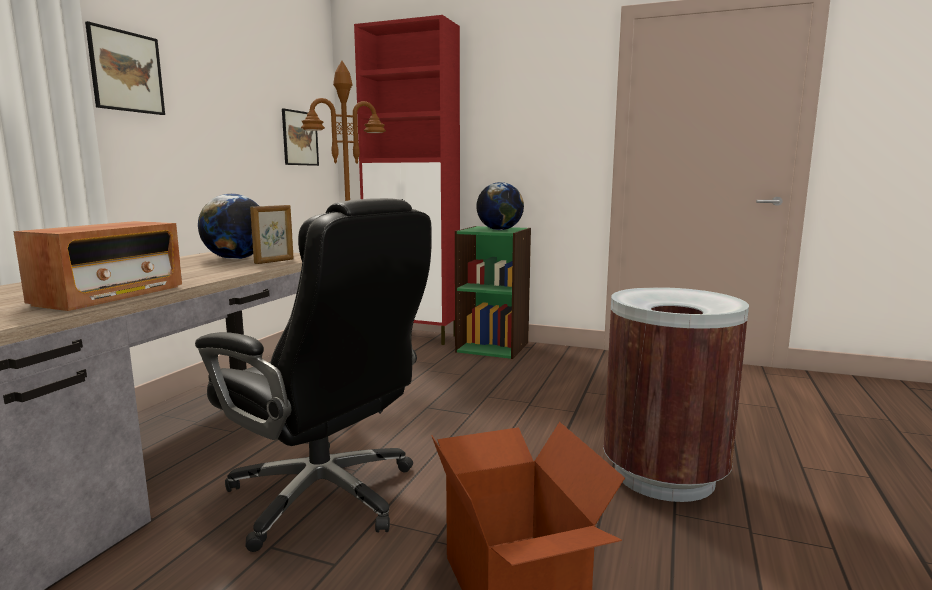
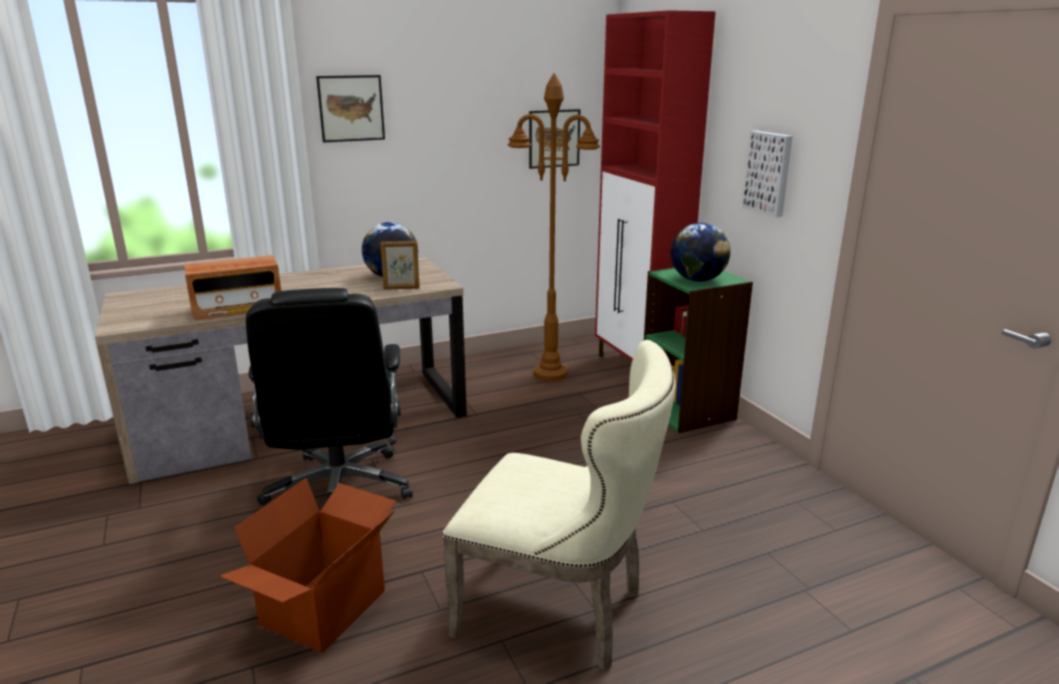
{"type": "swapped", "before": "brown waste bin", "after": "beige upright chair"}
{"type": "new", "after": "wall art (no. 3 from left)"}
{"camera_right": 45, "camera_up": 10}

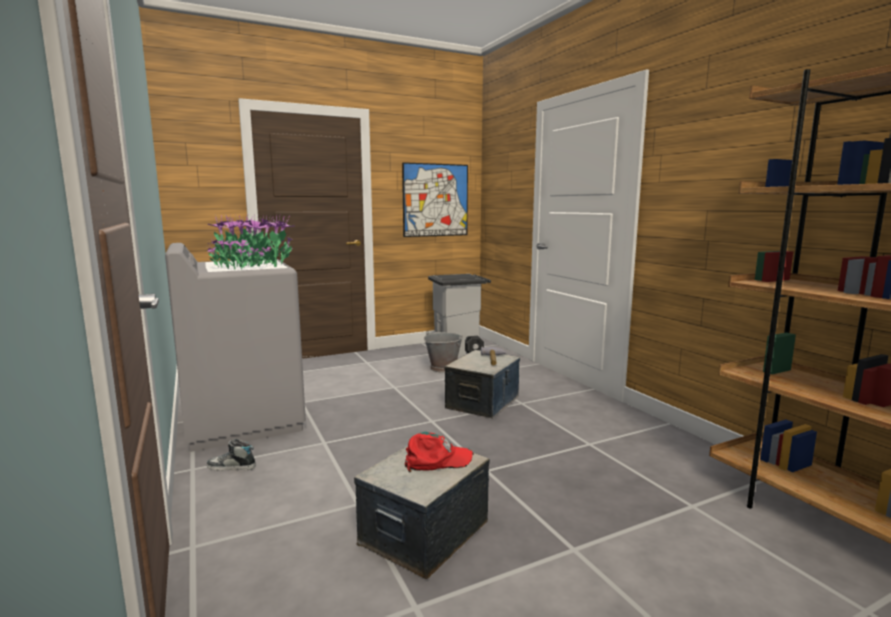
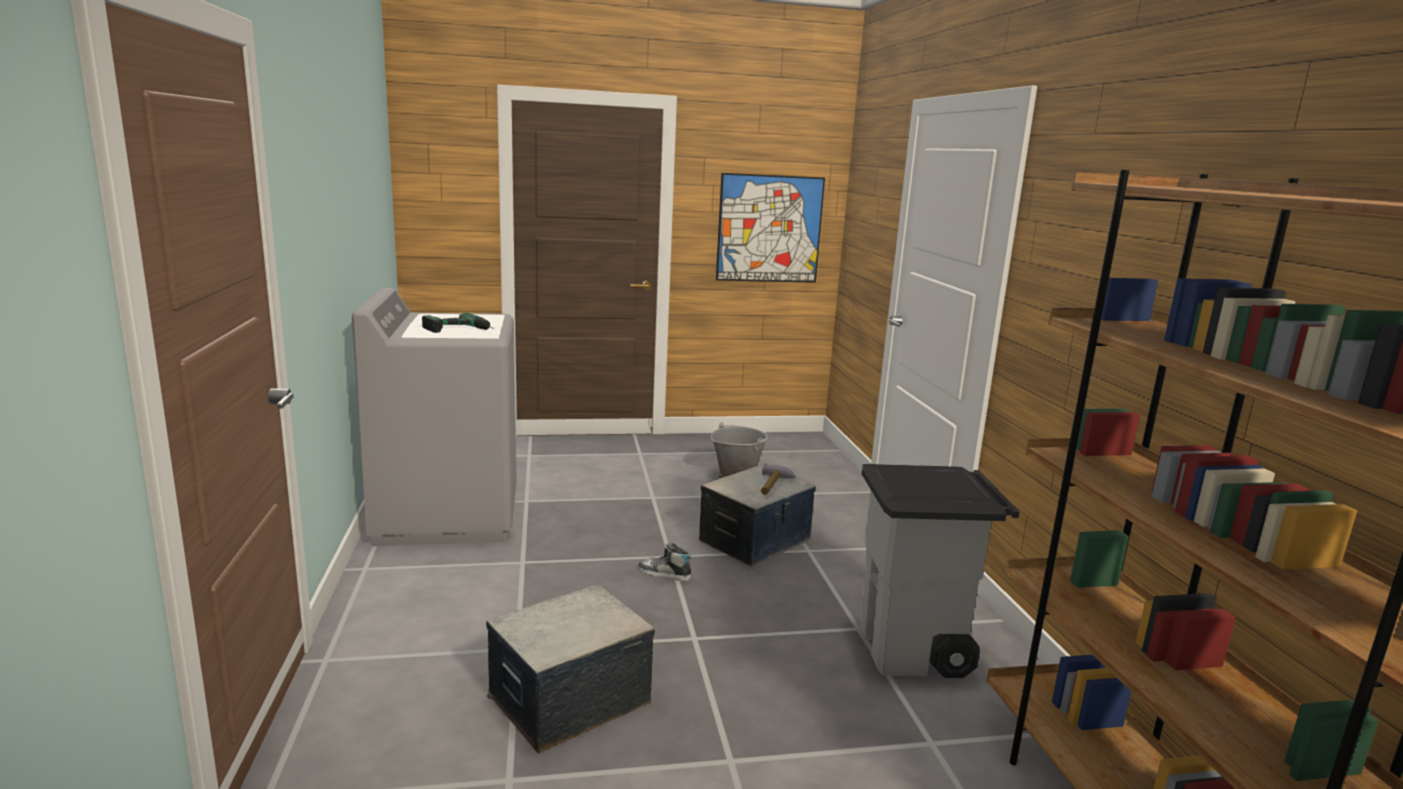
{"type": "swapped", "before": "potted plant", "after": "electric drill"}
{"type": "shifted", "before": "item of footwear"}
{"type": "shifted", "before": "greyish waste bin"}
{"type": "gone", "before": "red-coloured baseball cap"}
{"camera_right": 15, "camera_up": 5}

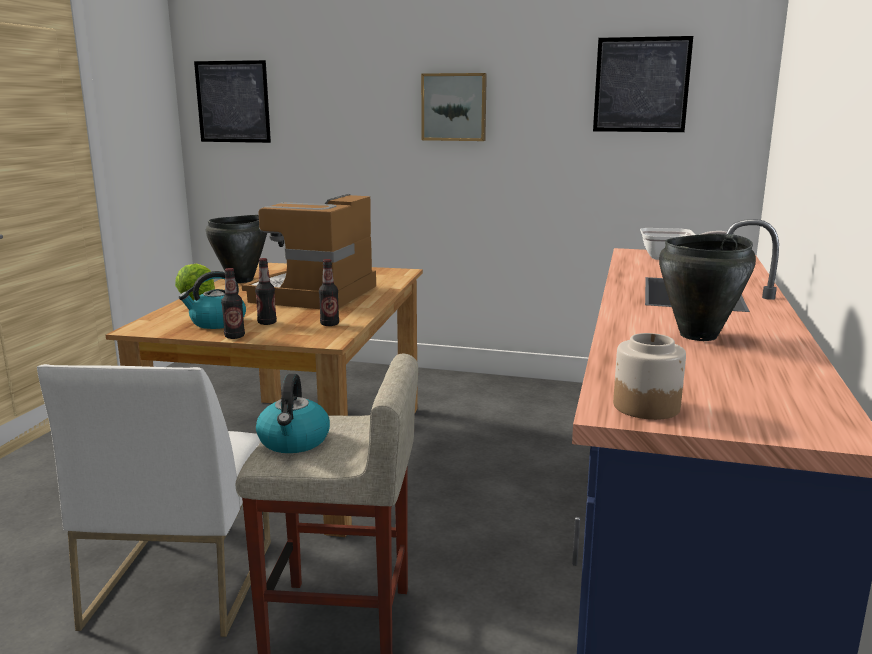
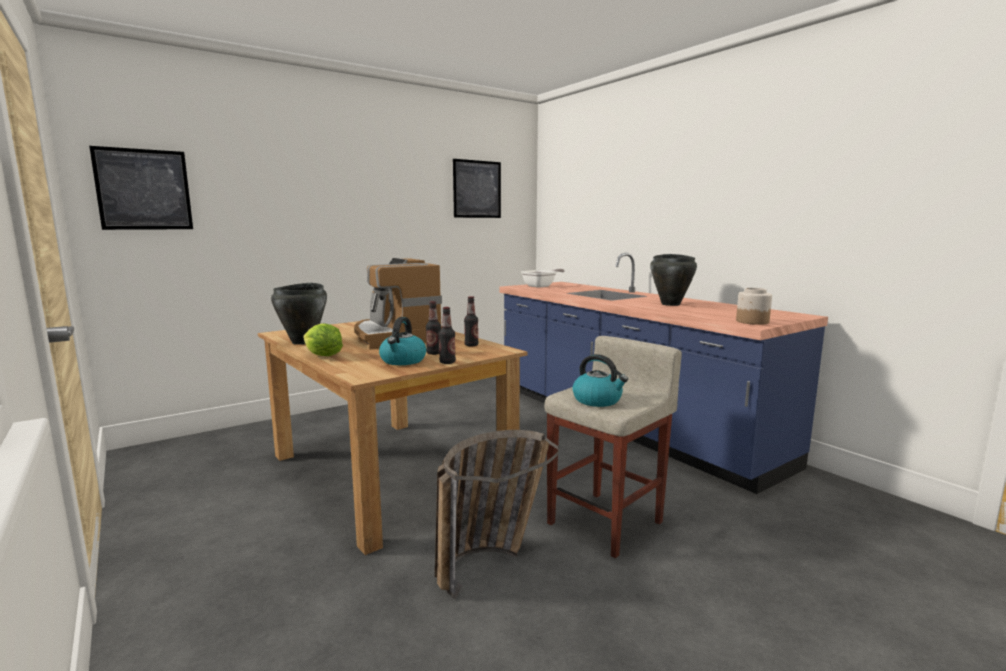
{"type": "swapped", "before": "white upright chair", "after": "basket"}
{"type": "gone", "before": "wall art (no. 2 from left)"}
{"camera_right": -50, "camera_up": -5}

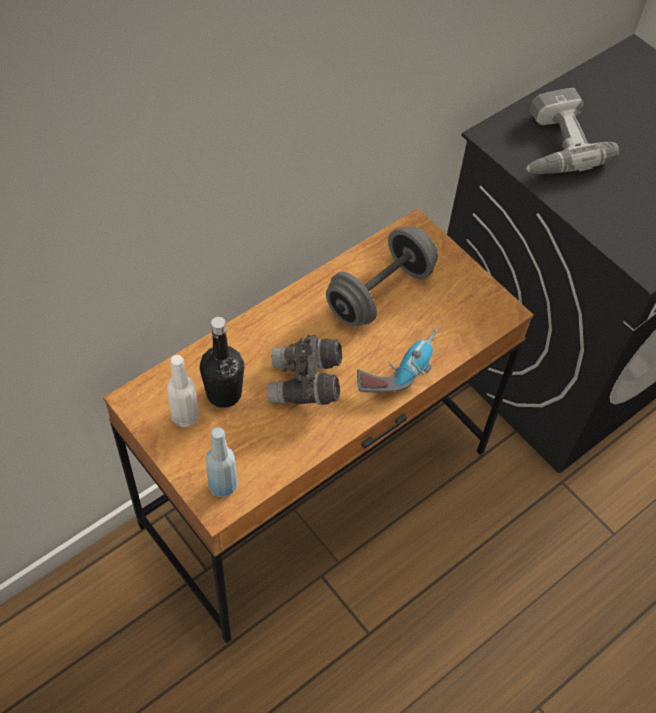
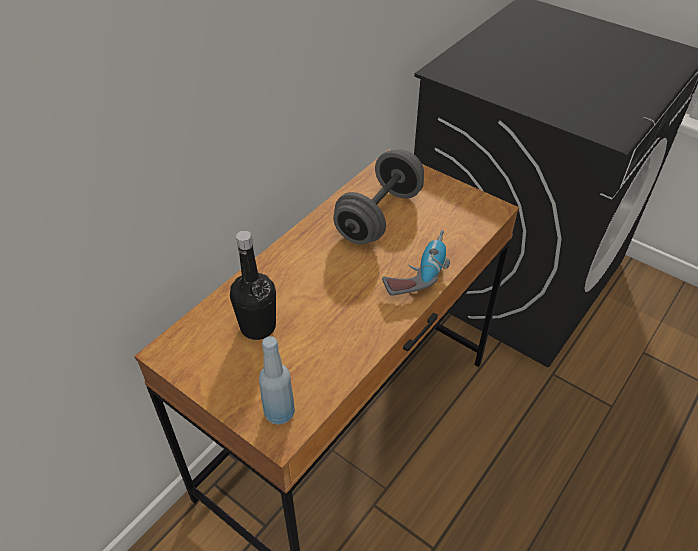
{"type": "gone", "before": "white beverage bottle"}
{"type": "gone", "before": "greyish pair of binoculars"}
{"type": "gone", "before": "electric drill (no. 2 from left)"}
{"camera_right": -10, "camera_up": -10}

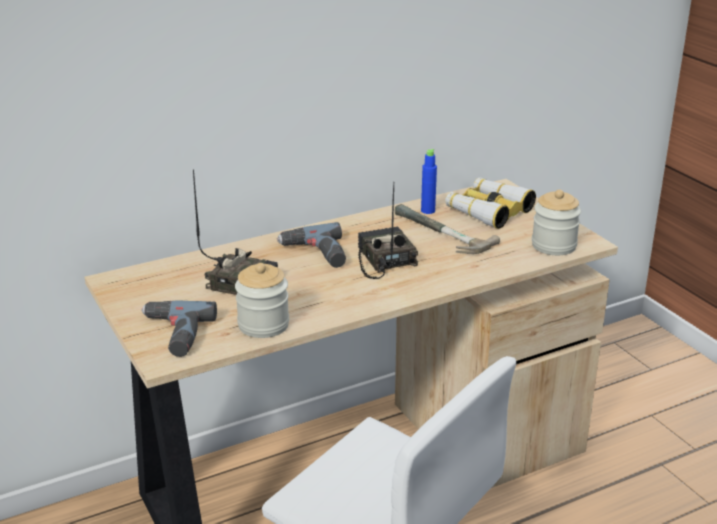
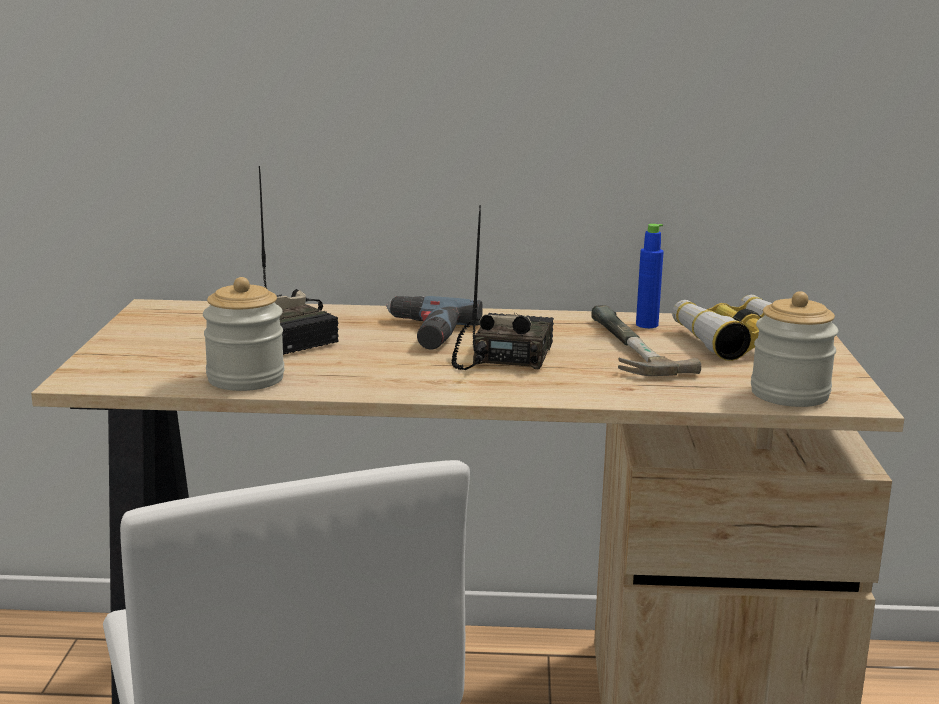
{"type": "gone", "before": "electric drill (no. 1 from left)"}
{"camera_right": 30, "camera_up": -10}

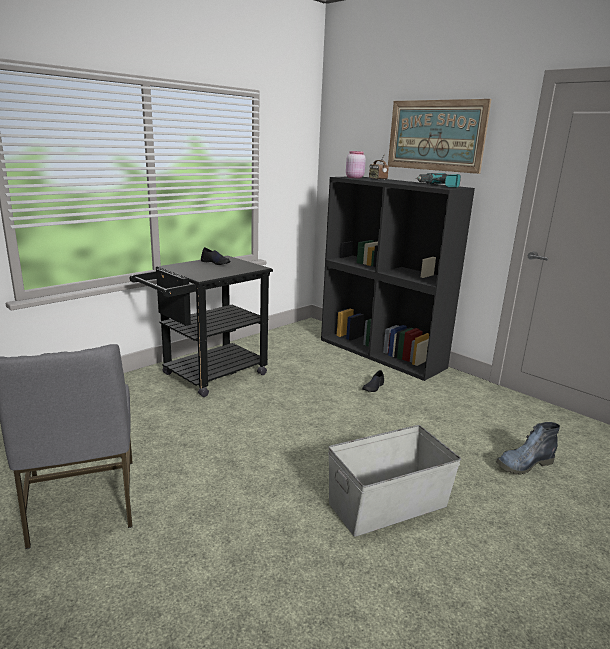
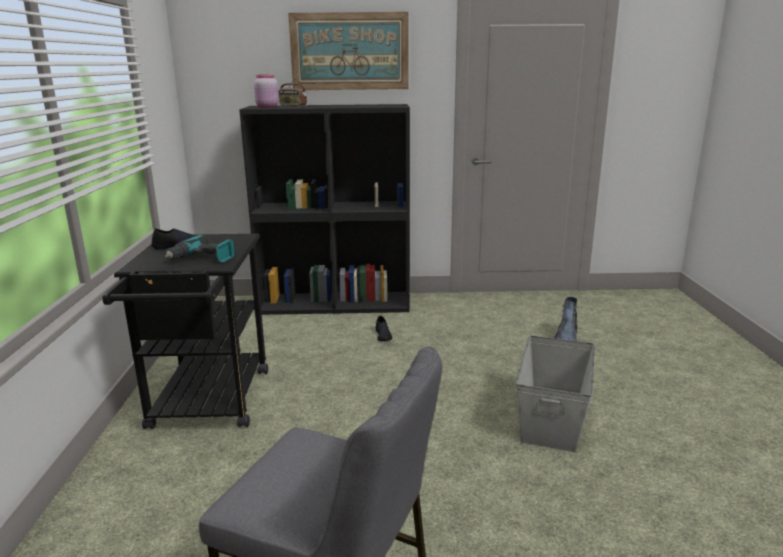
{"type": "shifted", "before": "electric drill"}
{"camera_right": -45, "camera_up": 0}

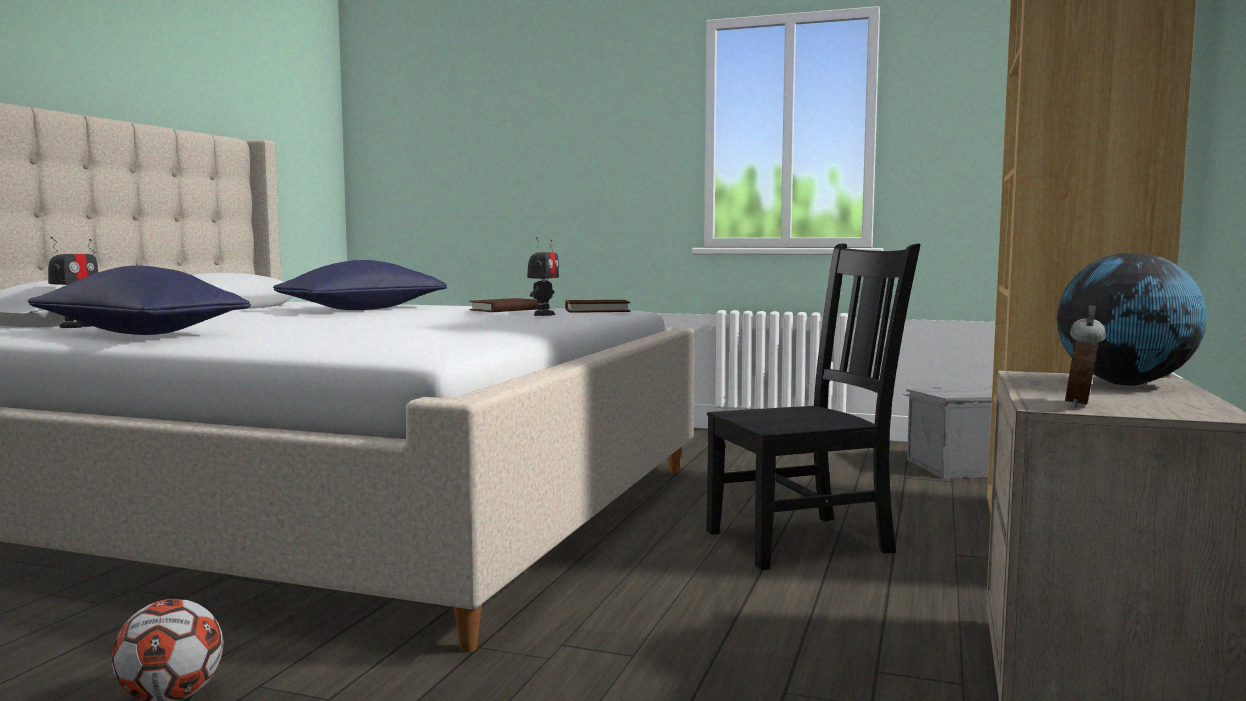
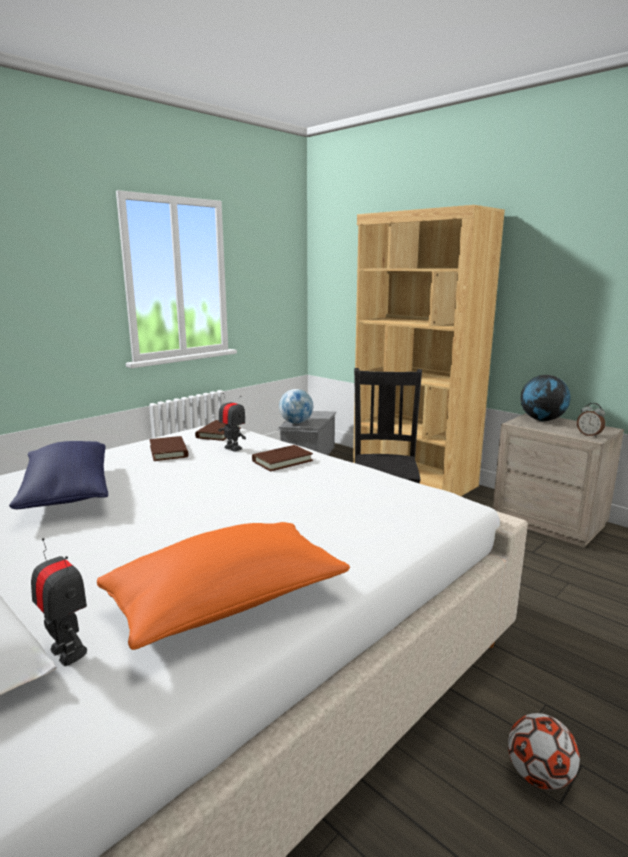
{"type": "repainted", "before": "bluish throw pillow (no. 1 from left)", "after": "orangey throw pillow"}
{"type": "new", "after": "brown bound book (no. 3 from left)"}
{"type": "new", "after": "world globe (no. 1 from left)"}
{"camera_right": -65, "camera_up": 10}

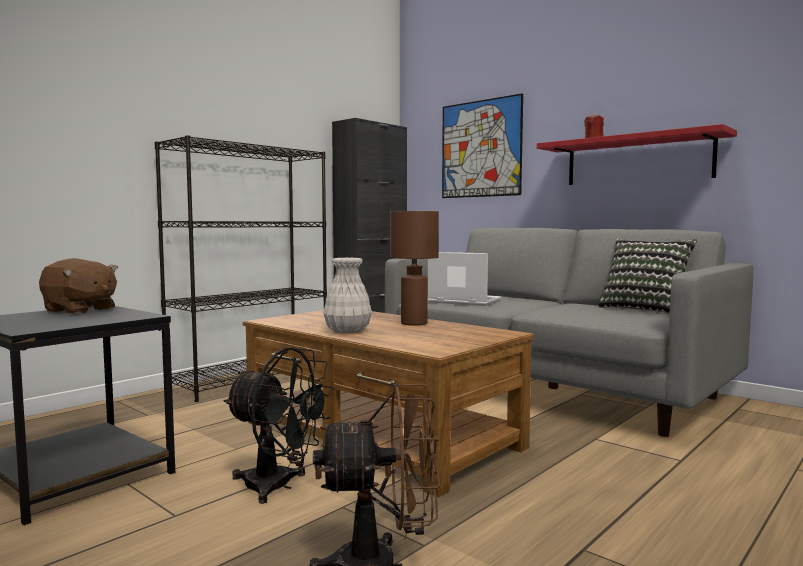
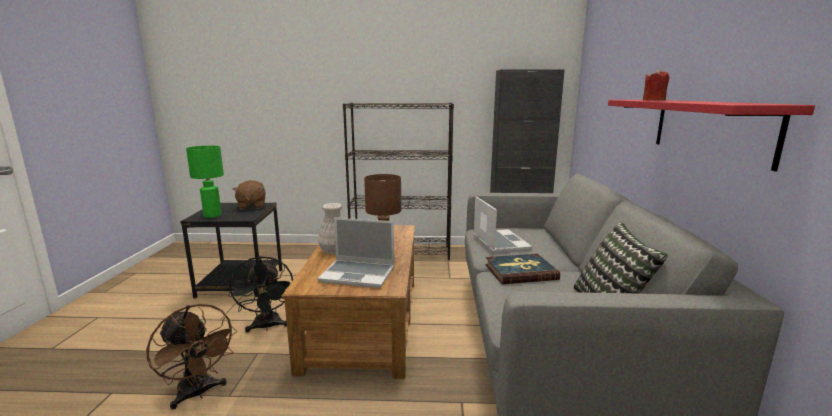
{"type": "new", "after": "greenish lamp for a table"}
{"type": "new", "after": "portable computer (no. 1 from left)"}
{"type": "new", "after": "bound book"}
{"type": "gone", "before": "wall art"}
{"camera_right": 50, "camera_up": 10}

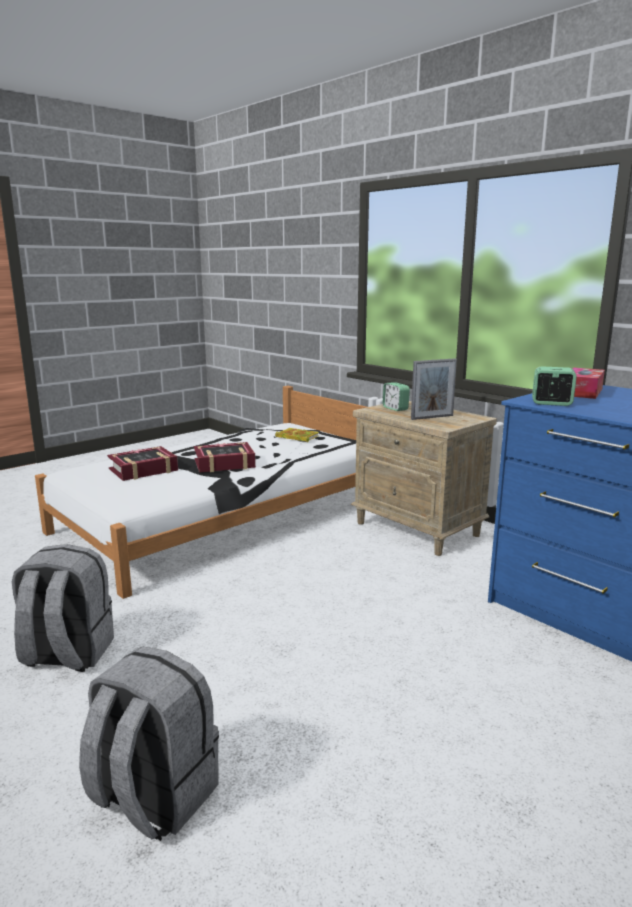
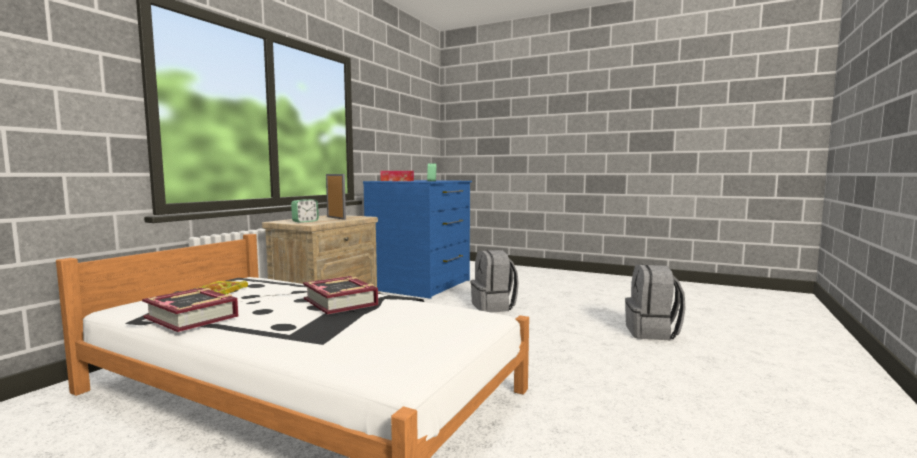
{"type": "shifted", "before": "bound book (no. 1 from left)"}
{"type": "shifted", "before": "greyish knapsack (no. 1 from left)"}
{"camera_right": -110, "camera_up": -10}

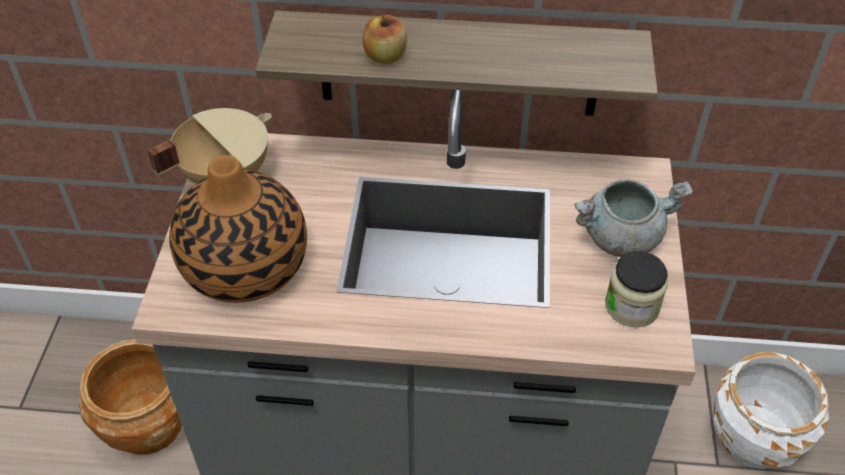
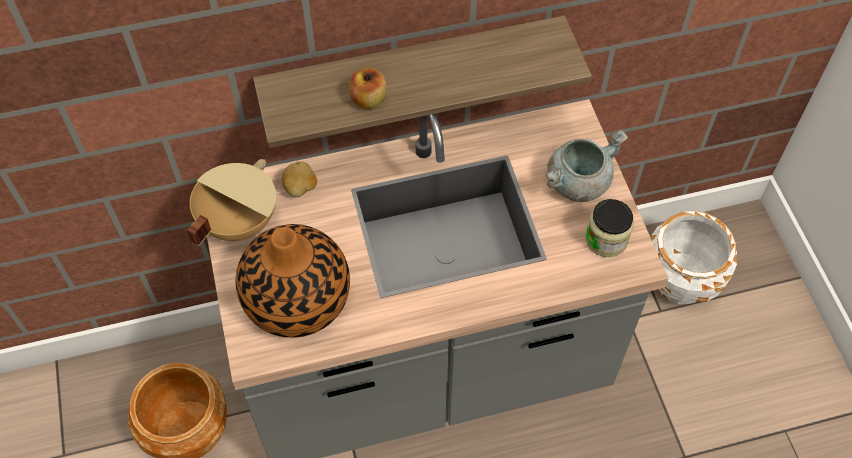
{"type": "new", "after": "spud"}
{"camera_right": -20, "camera_up": 10}

